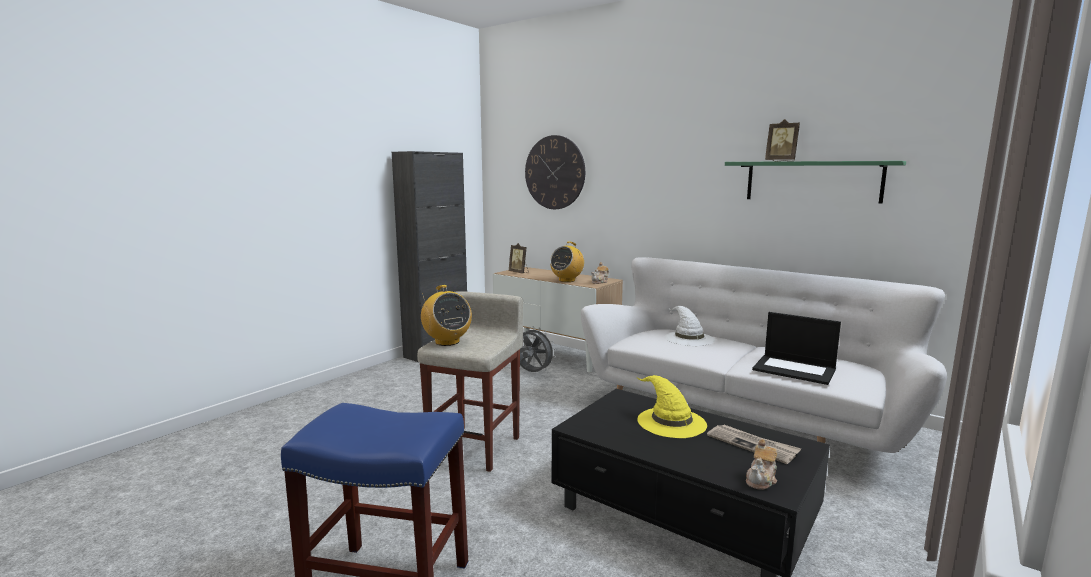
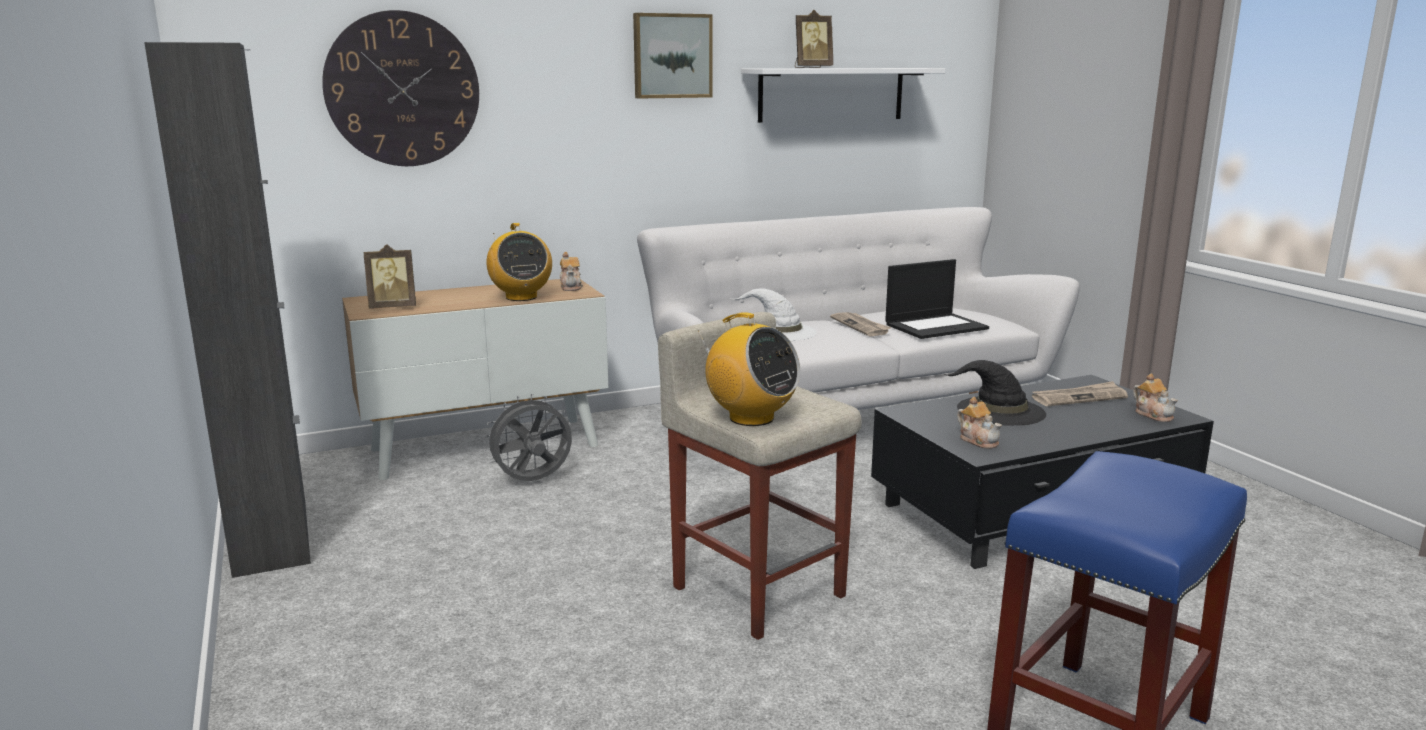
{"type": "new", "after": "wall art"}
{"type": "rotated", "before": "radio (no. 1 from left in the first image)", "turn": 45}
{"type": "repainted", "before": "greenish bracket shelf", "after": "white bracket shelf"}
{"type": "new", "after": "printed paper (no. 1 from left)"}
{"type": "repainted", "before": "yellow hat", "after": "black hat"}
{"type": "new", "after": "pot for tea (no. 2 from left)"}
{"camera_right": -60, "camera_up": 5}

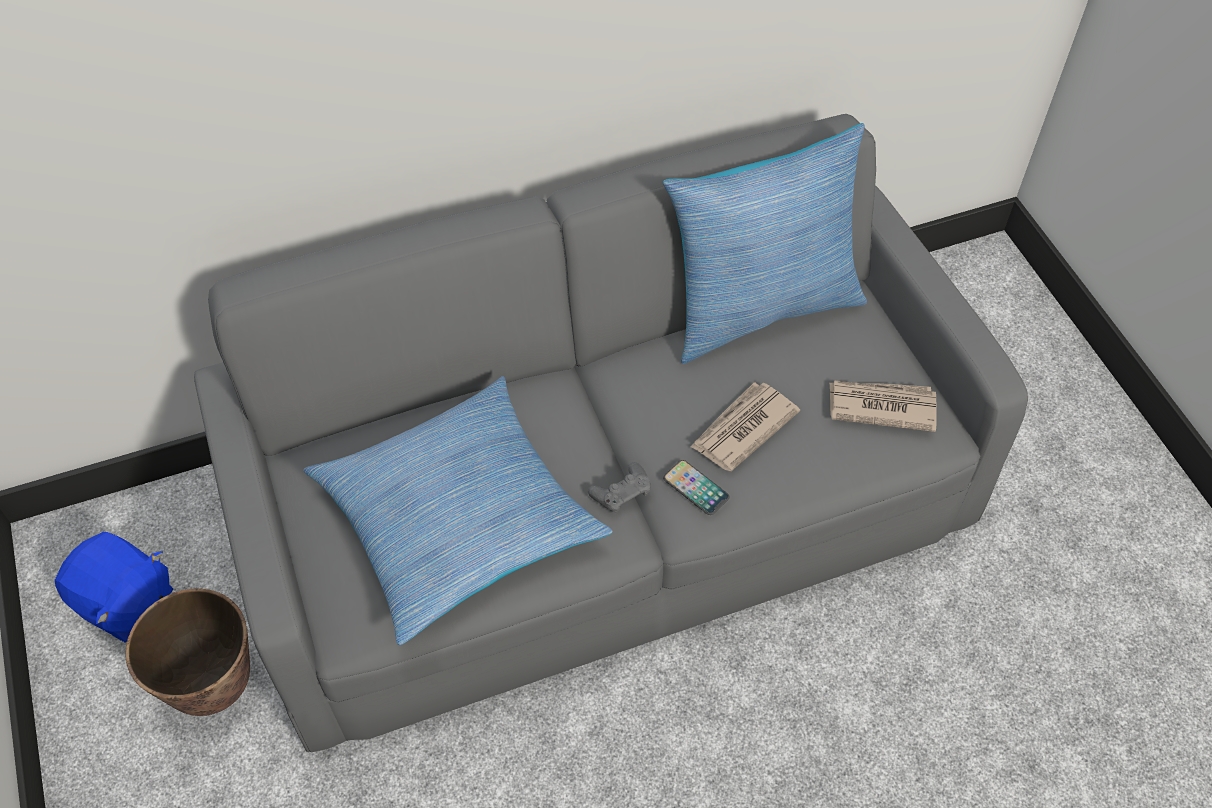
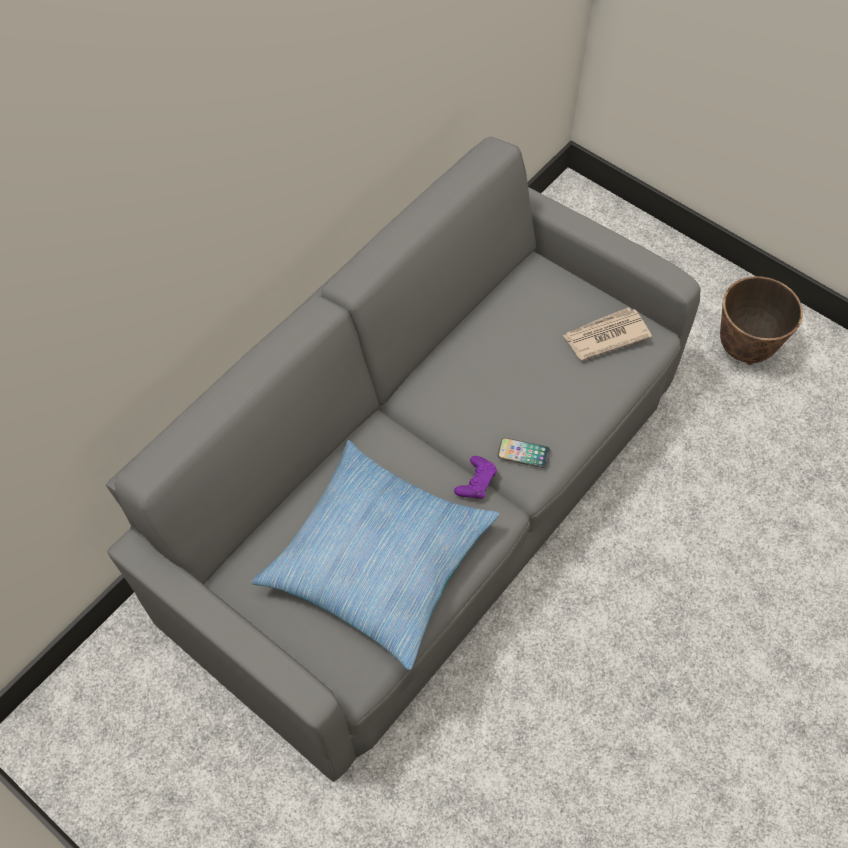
{"type": "repainted", "before": "greyish joypad", "after": "purplish joypad"}
{"type": "shifted", "before": "planter"}
{"type": "gone", "before": "bluish soft toy"}
{"type": "gone", "before": "throw pillow (no. 2 from left)"}
{"type": "gone", "before": "printed paper (no. 1 from left)"}
{"camera_right": -30, "camera_up": 5}

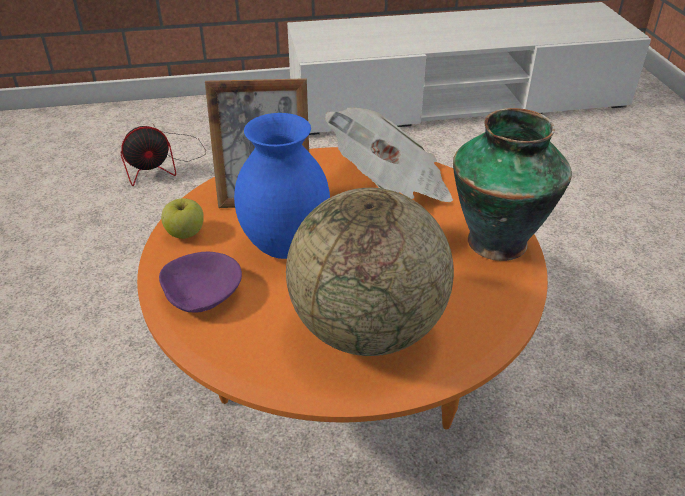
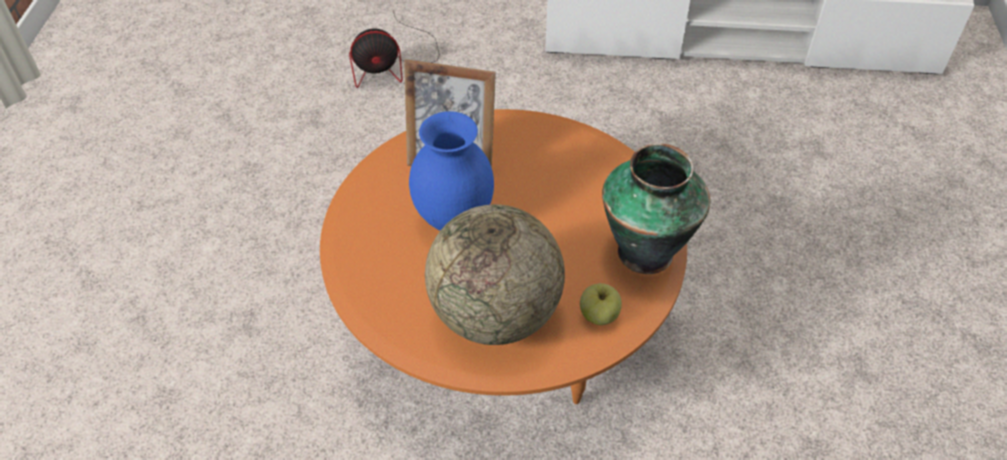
{"type": "shifted", "before": "whole apple"}
{"type": "gone", "before": "purplish deep dish"}
{"type": "gone", "before": "printed paper"}
{"camera_right": 15, "camera_up": 10}

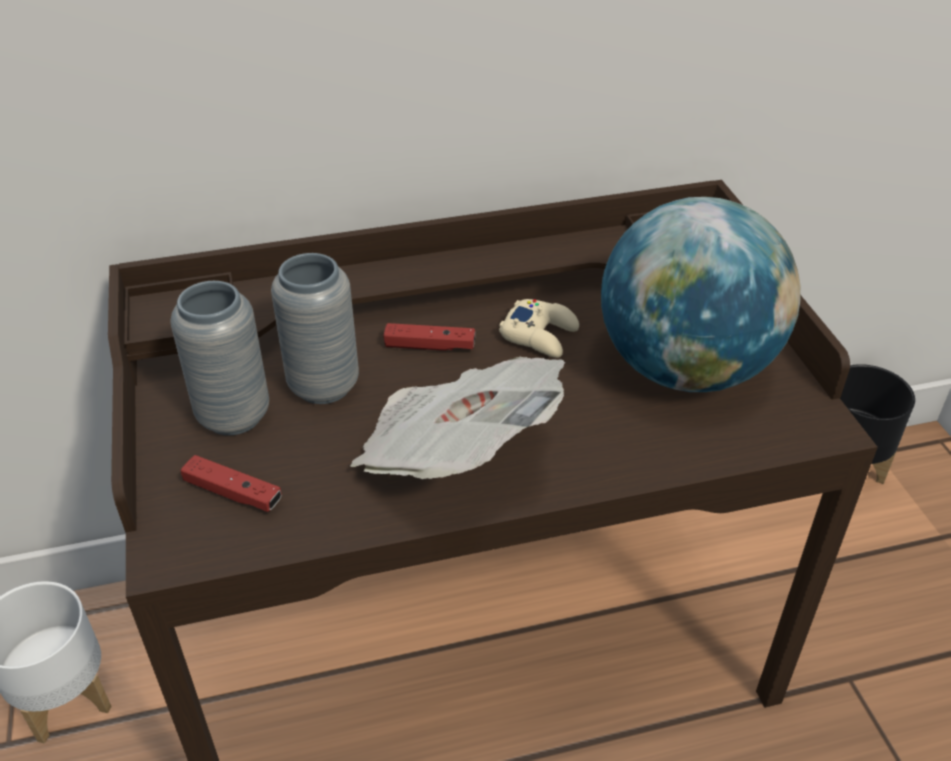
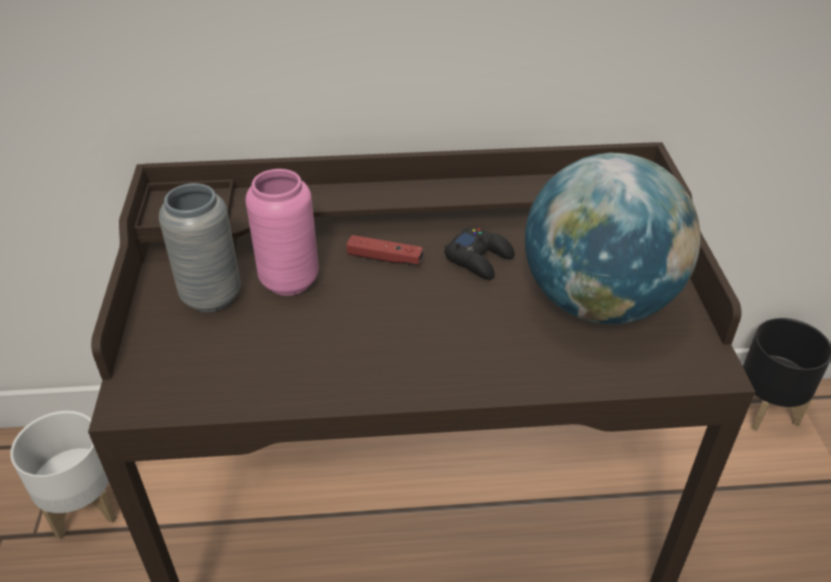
{"type": "repainted", "before": "greyish flower vase (no. 2 from left)", "after": "pinkish flower vase"}
{"type": "repainted", "before": "beige joypad", "after": "black joypad"}
{"type": "gone", "before": "red-coloured joypad (no. 1 from left)"}
{"type": "gone", "before": "printed paper"}
{"camera_right": 10, "camera_up": 0}

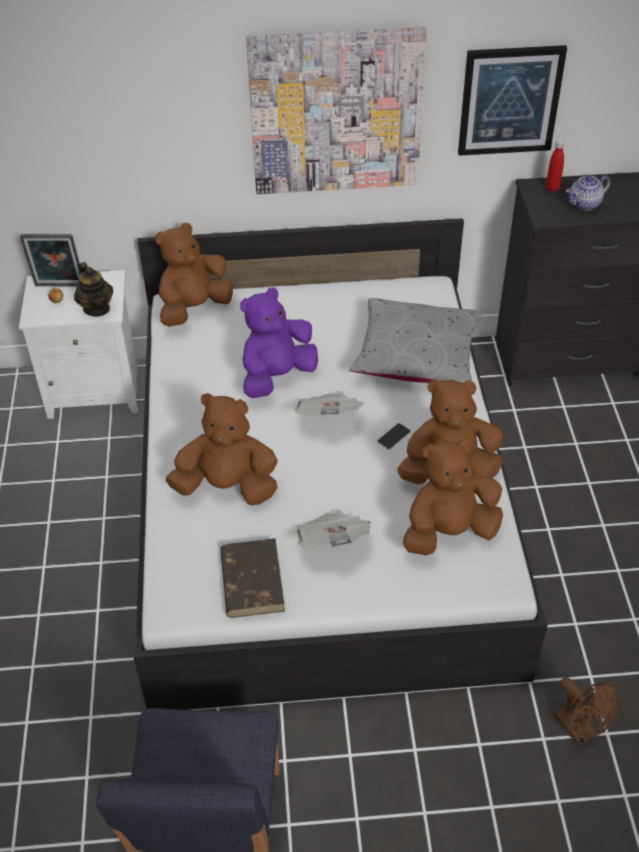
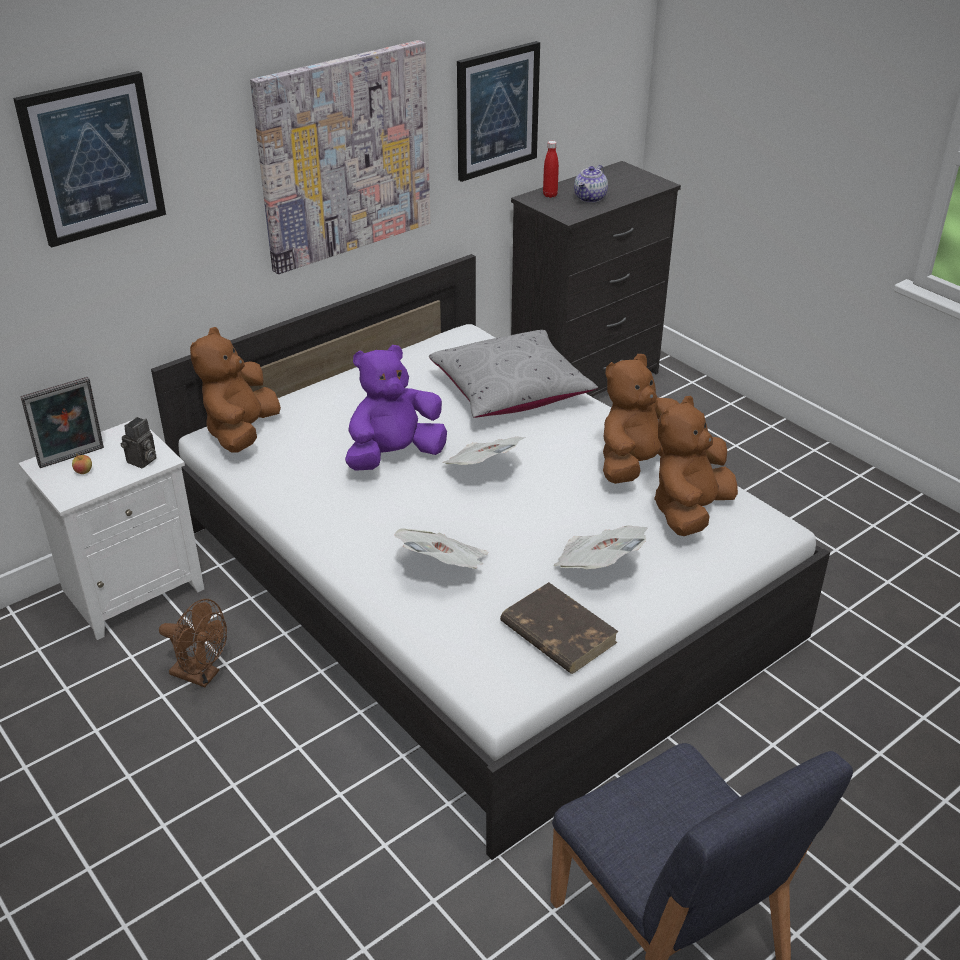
{"type": "new", "after": "wall art (no. 1 from left)"}
{"type": "swapped", "before": "pot for tea (no. 1 from left)", "after": "photo camera"}
{"type": "shifted", "before": "brown fan"}
{"type": "rotated", "before": "purplish soft toy", "turn": 45}
{"type": "swapped", "before": "brown soft toy (no. 2 from left)", "after": "printed paper (no. 1 from left)"}
{"type": "gone", "before": "phone"}
{"camera_right": -35, "camera_up": -10}

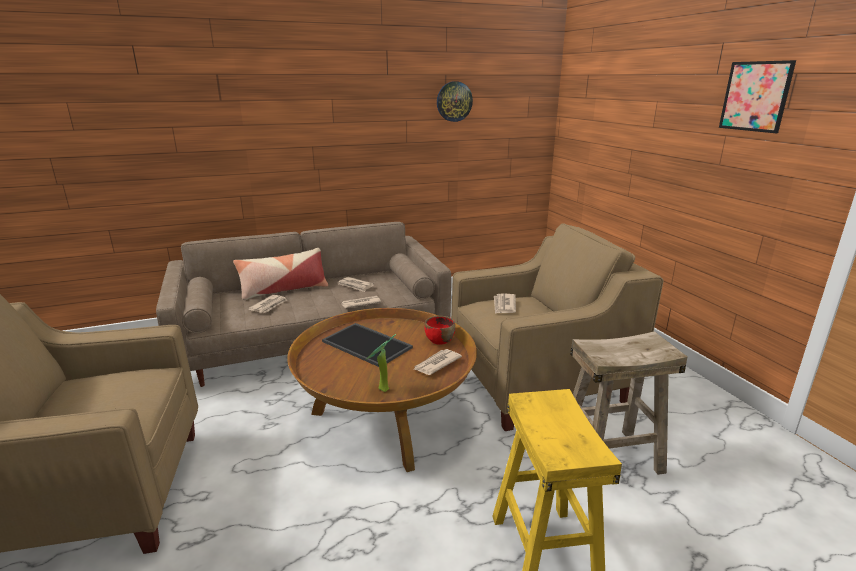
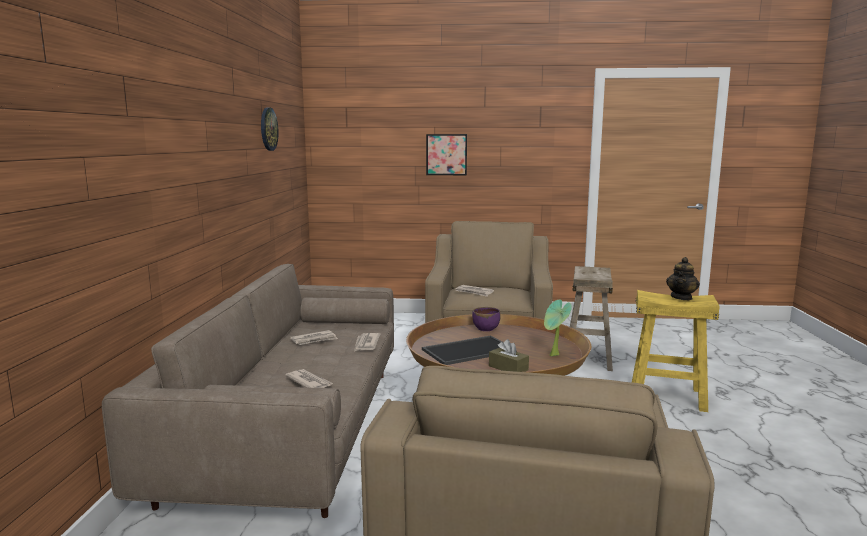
{"type": "shifted", "before": "wall art"}
{"type": "repainted", "before": "red-coloured deep dish", "after": "purplish deep dish"}
{"type": "new", "after": "brown tissue holder"}
{"type": "new", "after": "pot for tea"}
{"type": "gone", "before": "throw pillow"}
{"type": "gone", "before": "printed paper (no. 4 from left)"}
{"camera_right": -65, "camera_up": -10}

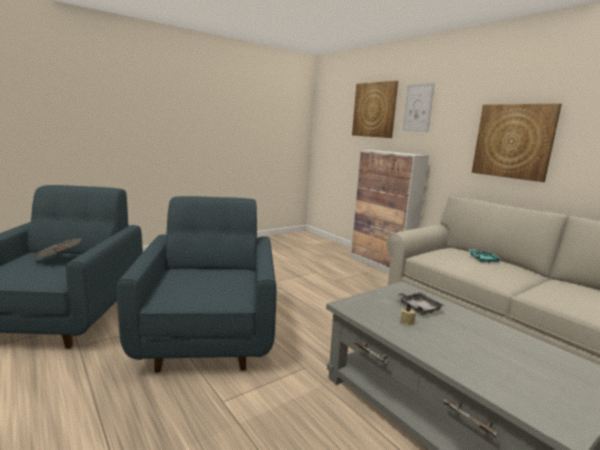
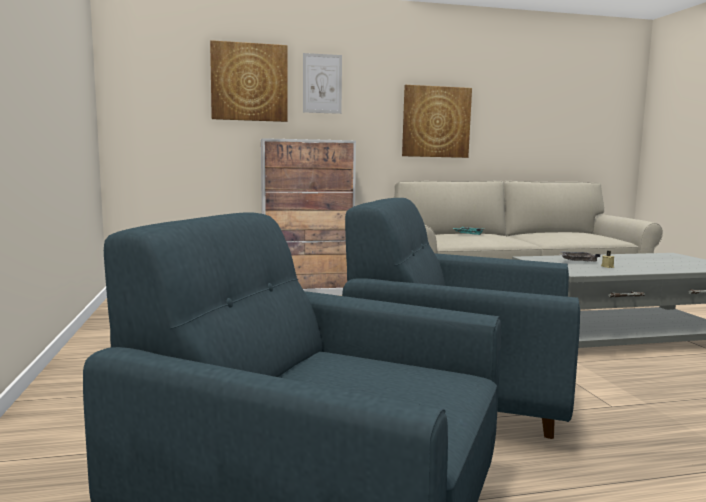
{"type": "gone", "before": "printed paper"}
{"camera_right": -65, "camera_up": -5}

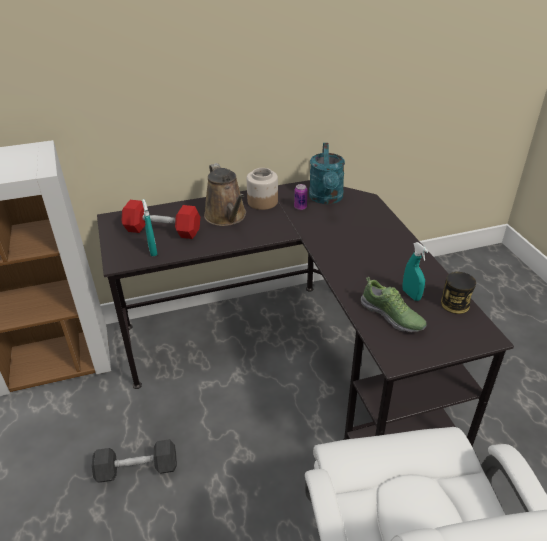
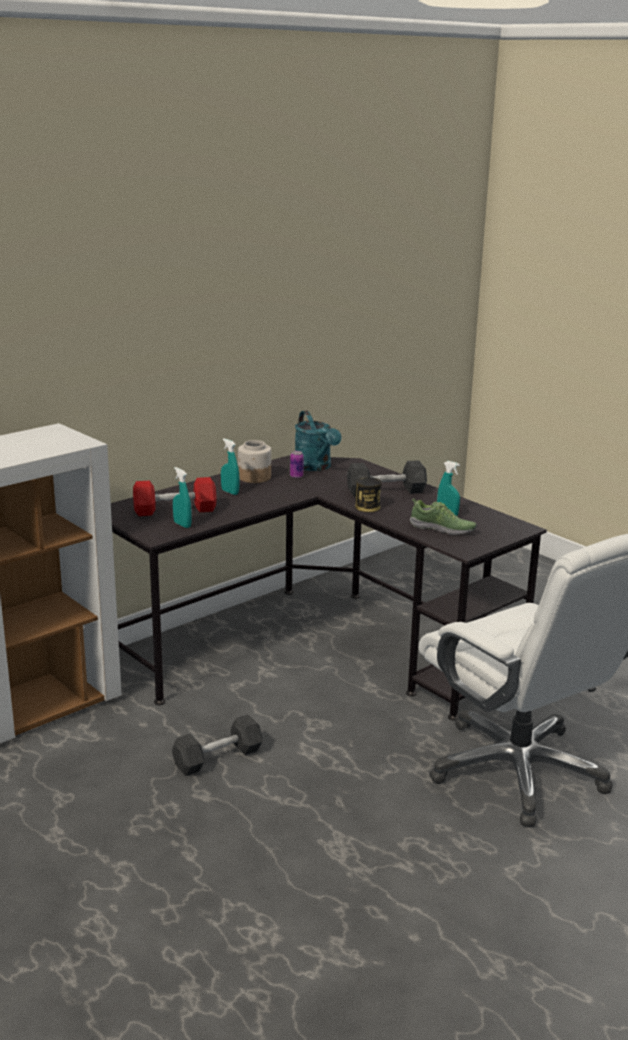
{"type": "swapped", "before": "brown sprinkling can", "after": "blue-green sprayer (no. 2 from left)"}
{"type": "new", "after": "greyish dumbbell (no. 2 from left)"}
{"type": "shifted", "before": "can (no. 2 from left)"}
{"camera_right": -25, "camera_up": -15}

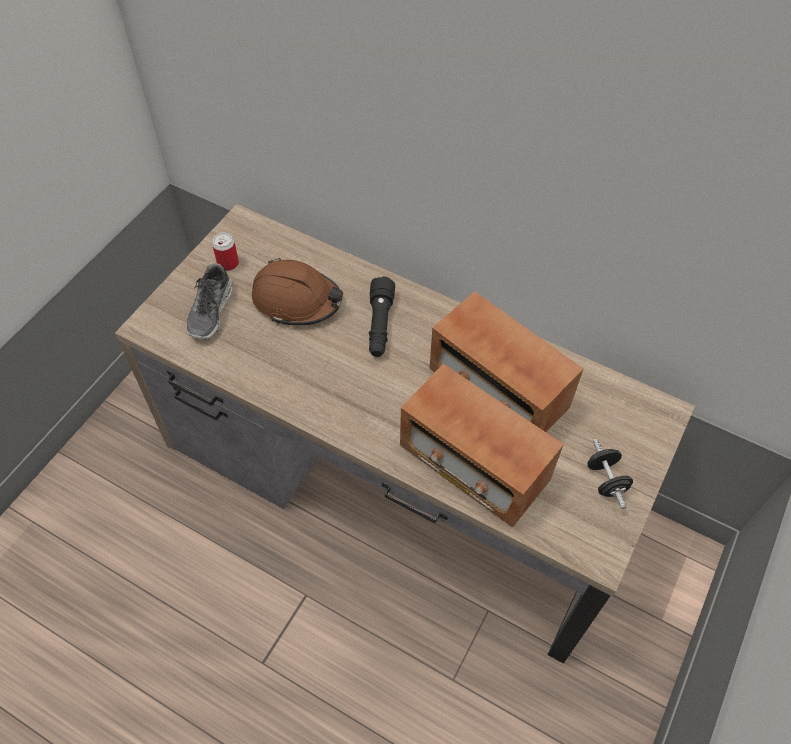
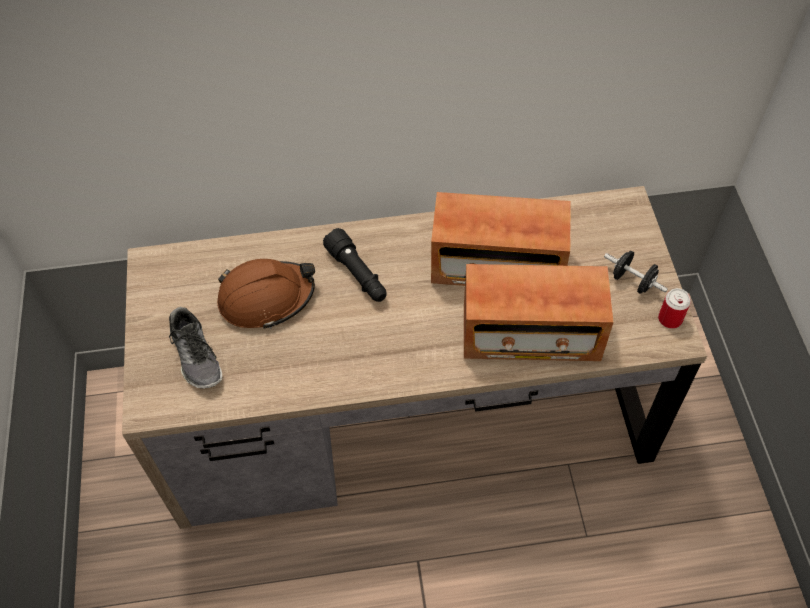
{"type": "shifted", "before": "can"}
{"camera_right": -35, "camera_up": 0}

